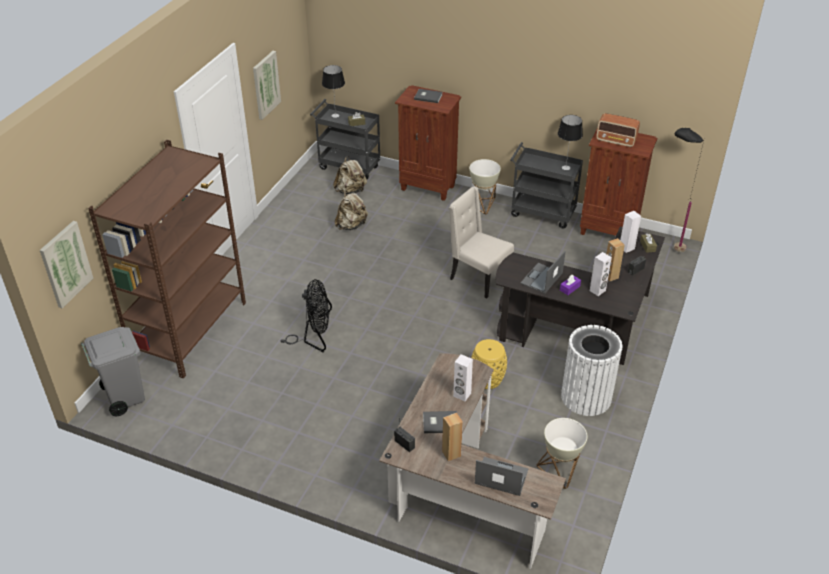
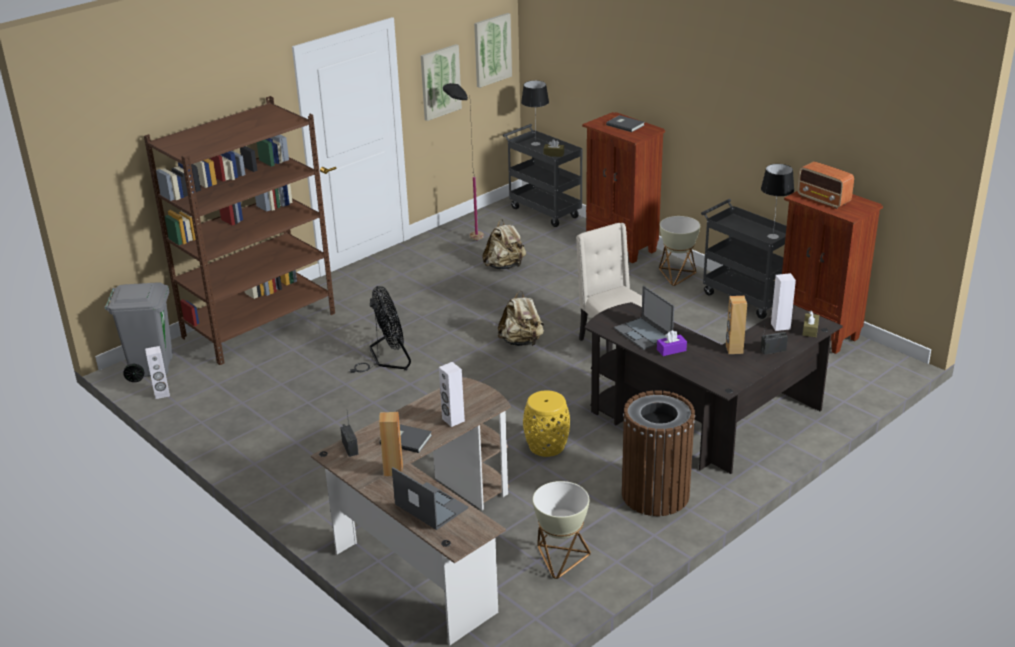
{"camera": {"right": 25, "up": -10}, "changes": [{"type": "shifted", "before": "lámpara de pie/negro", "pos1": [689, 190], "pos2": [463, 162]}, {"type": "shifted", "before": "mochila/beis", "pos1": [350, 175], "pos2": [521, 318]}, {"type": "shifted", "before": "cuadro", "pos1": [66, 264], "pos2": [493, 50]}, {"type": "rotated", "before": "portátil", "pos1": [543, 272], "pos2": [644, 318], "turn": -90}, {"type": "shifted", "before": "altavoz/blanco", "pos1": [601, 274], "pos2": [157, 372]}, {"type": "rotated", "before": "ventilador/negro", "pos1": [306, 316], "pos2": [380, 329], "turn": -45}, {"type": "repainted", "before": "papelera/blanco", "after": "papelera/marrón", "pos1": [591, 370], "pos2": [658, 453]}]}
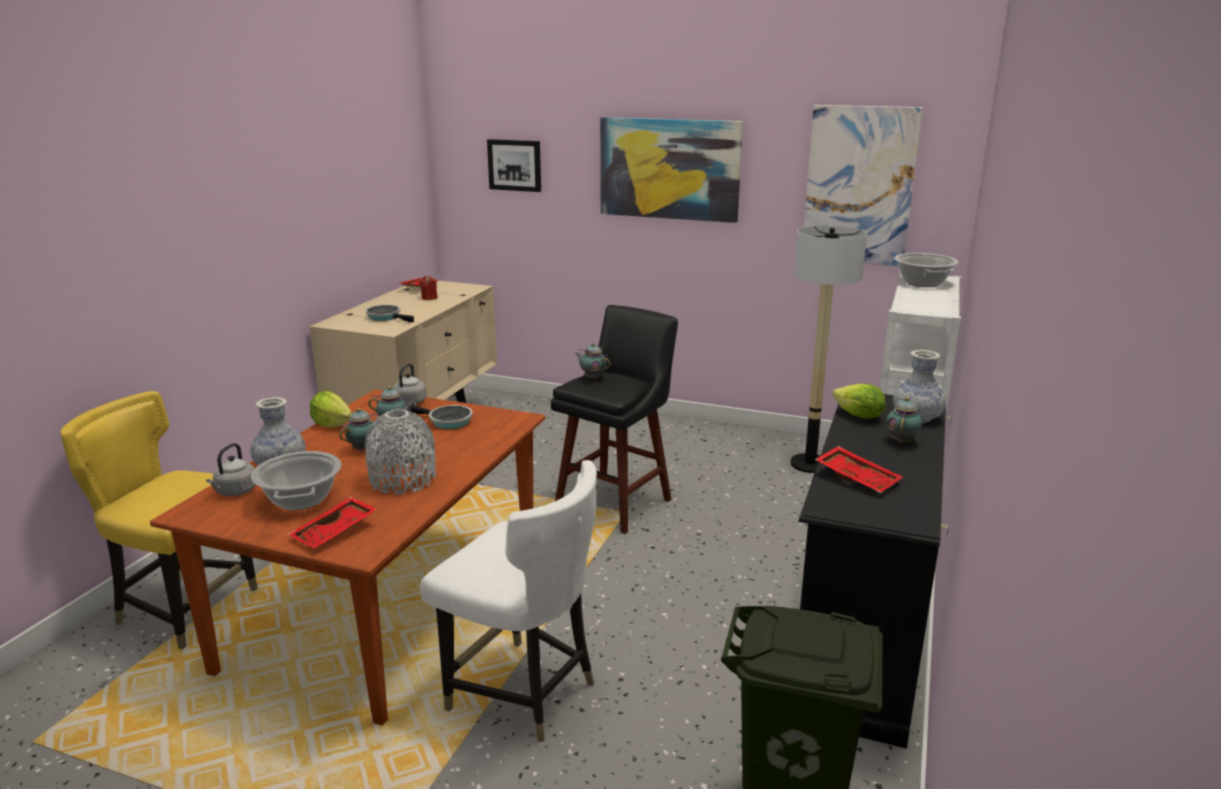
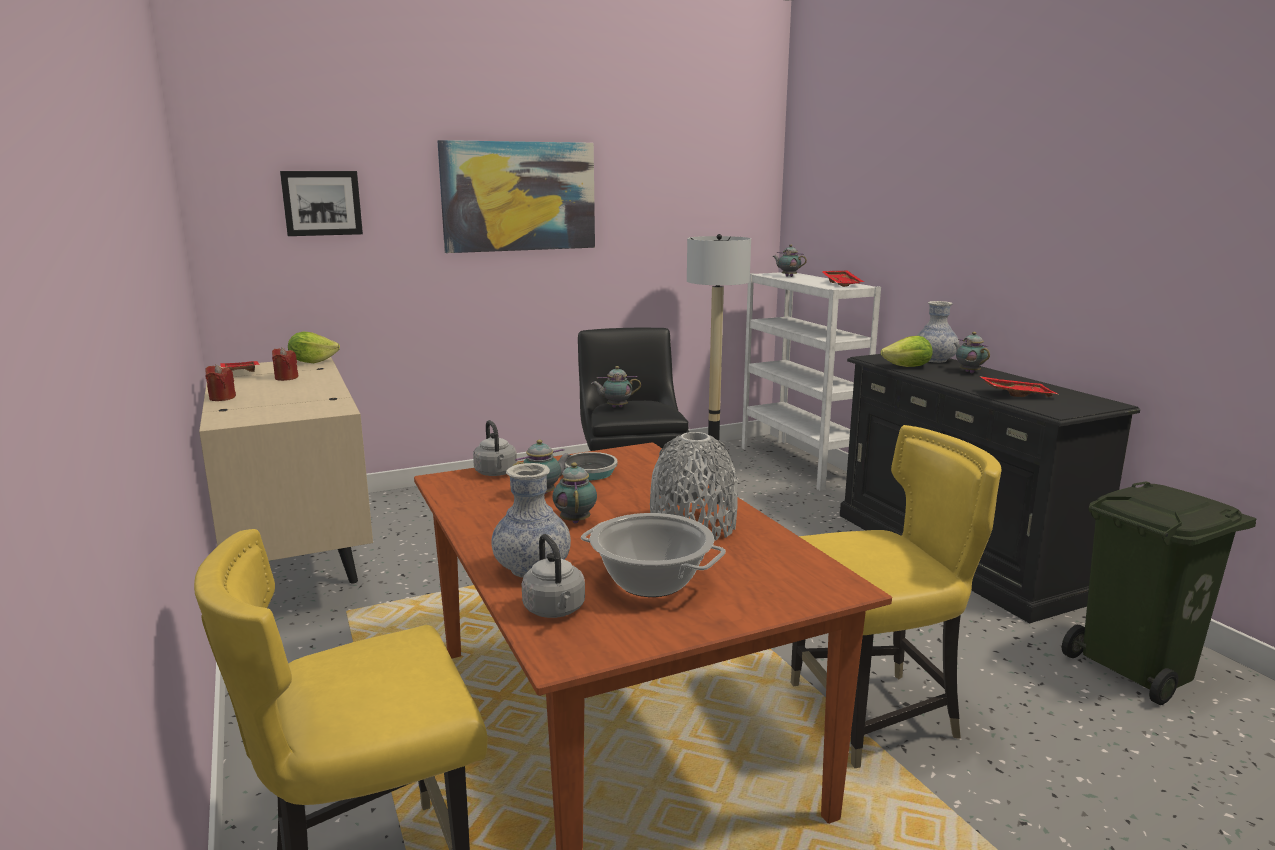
{"camera": {"right": -45, "up": -5}, "changes": [{"type": "gone", "before": "cuadro", "pos1": [863, 185]}, {"type": "swapped", "before": "olla", "after": "tetera", "pos1": [926, 270], "pos2": [789, 261]}, {"type": "gone", "before": "sartén", "pos1": [389, 313]}, {"type": "shifted", "before": "lechuga", "pos1": [330, 409], "pos2": [314, 347]}, {"type": "repainted", "before": "silla/blanco", "after": "silla/amarillo", "pos1": [508, 601], "pos2": [896, 596]}, {"type": "shifted", "before": "bandeja/rojo", "pos1": [332, 522], "pos2": [842, 278]}, {"type": "new", "after": "vela/rojo", "pos2": [220, 382]}]}
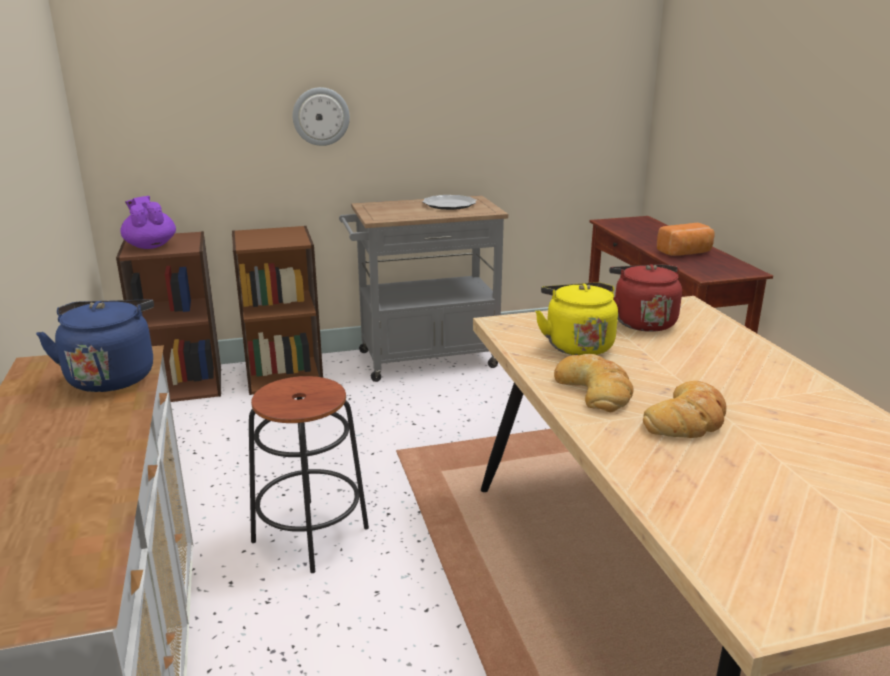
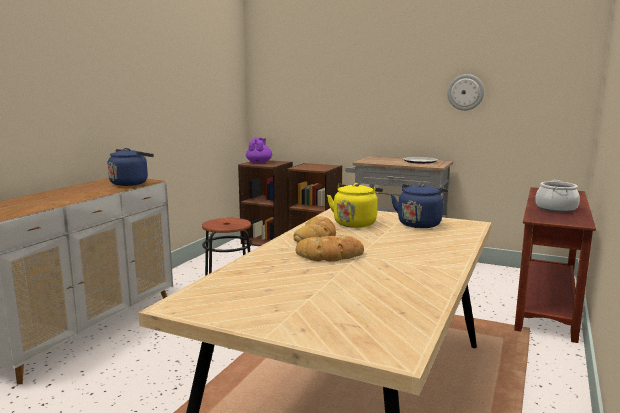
{"camera": {"right": 40, "up": -10}, "changes": [{"type": "shifted", "before": "reloj de pared", "pos1": [321, 116], "pos2": [465, 92]}, {"type": "swapped", "before": "pan", "after": "olla", "pos1": [686, 239], "pos2": [557, 196]}, {"type": "repainted", "before": "hervidor/rojo", "after": "hervidor/azul", "pos1": [645, 298], "pos2": [419, 205]}]}
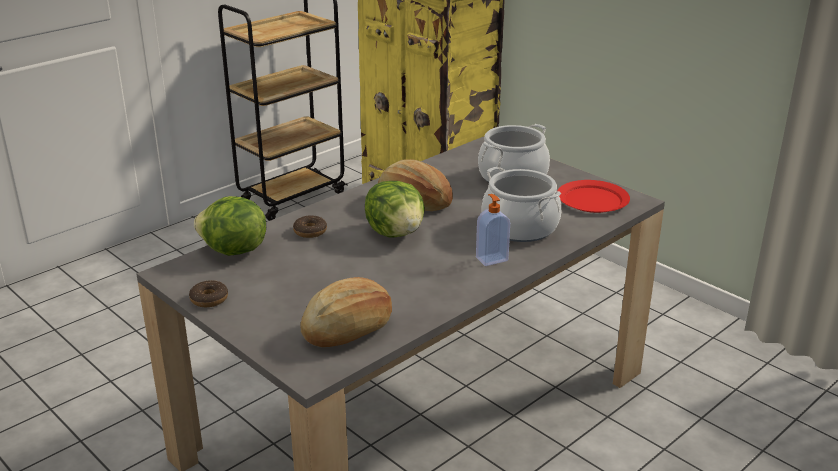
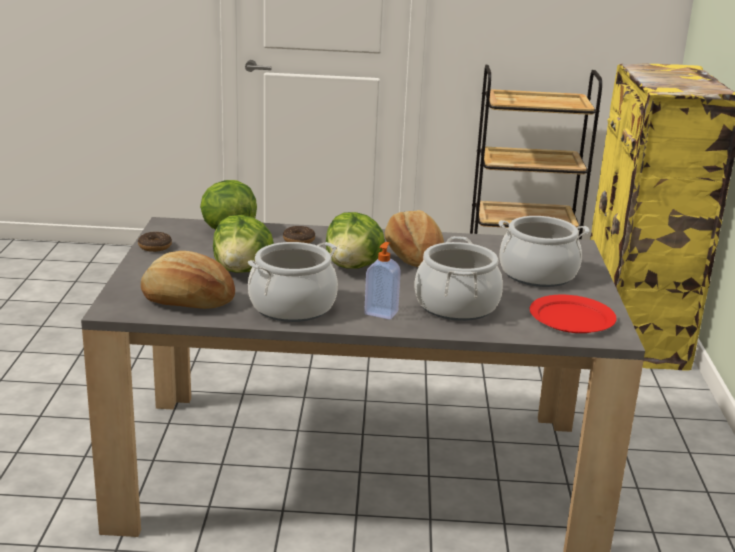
{"camera": {"right": 45, "up": -5}, "changes": [{"type": "new", "after": "lechuga", "pos2": [243, 244]}, {"type": "new", "after": "olla", "pos2": [293, 282]}]}
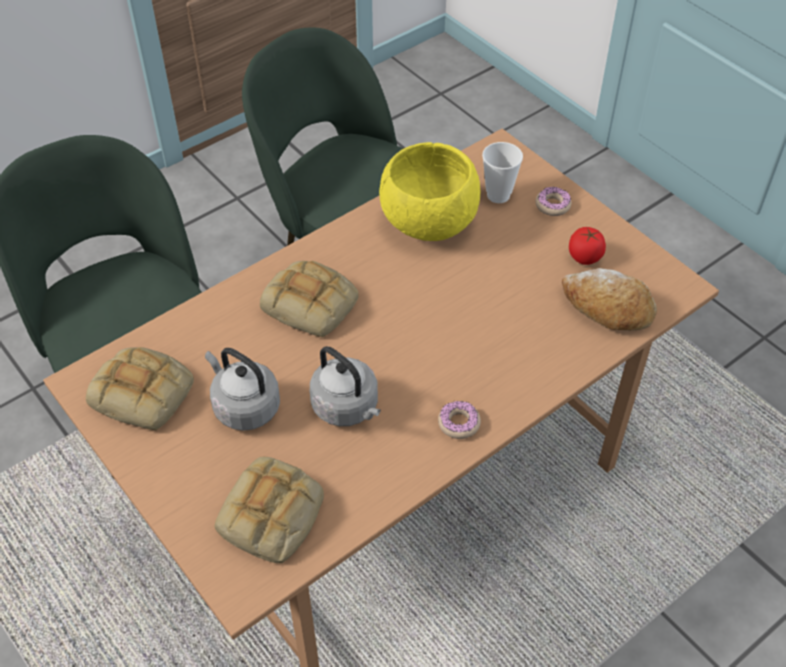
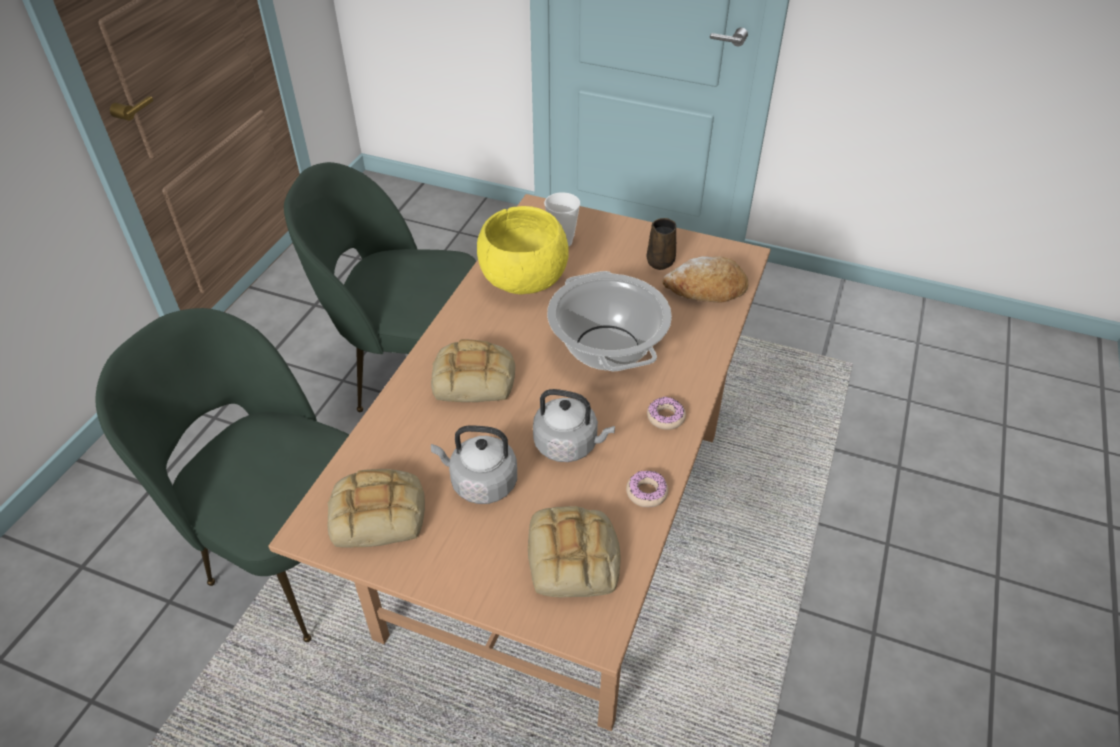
{"camera": {"right": -30, "up": -5}, "changes": [{"type": "shifted", "before": "rosquilla", "pos1": [553, 201], "pos2": [647, 488]}, {"type": "swapped", "before": "tomate", "after": "taza grande/marrón", "pos1": [587, 246], "pos2": [661, 244]}, {"type": "new", "after": "olla", "pos2": [609, 321]}]}
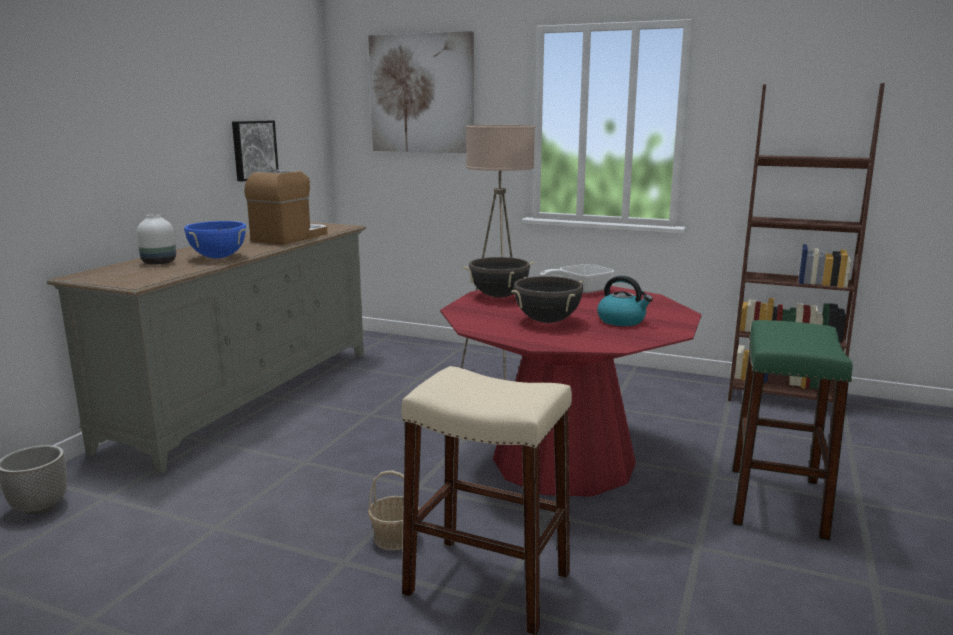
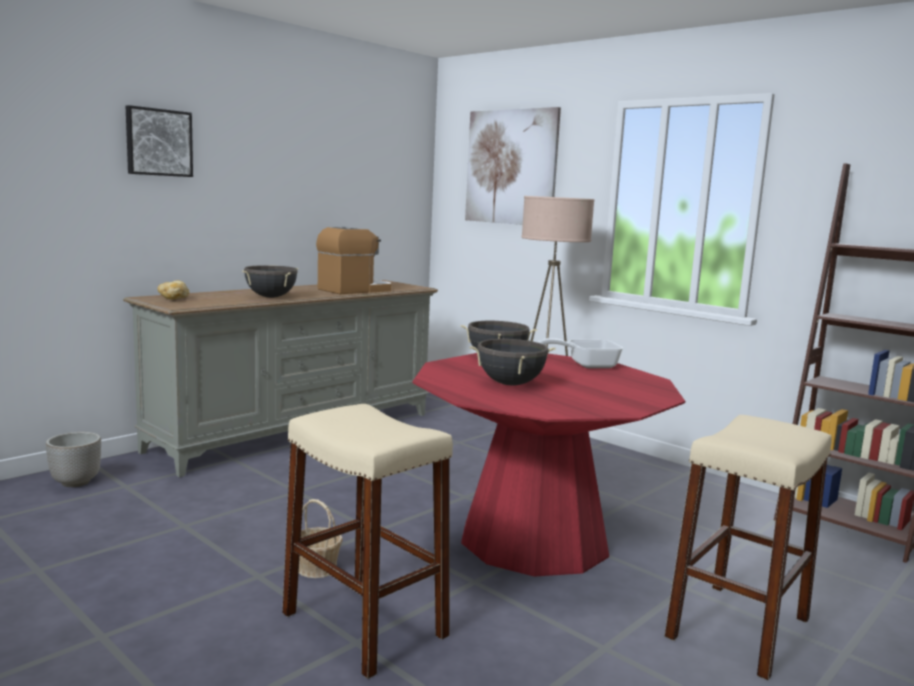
{"camera": {"right": 20, "up": -5}, "changes": [{"type": "shifted", "before": "cuadro", "pos1": [255, 151], "pos2": [159, 141]}, {"type": "gone", "before": "florero/blanco", "pos1": [156, 239]}, {"type": "repainted", "before": "olla/azul", "after": "olla/negro", "pos1": [215, 239], "pos2": [270, 281]}, {"type": "gone", "before": "hervidor", "pos1": [625, 301]}, {"type": "repainted", "before": "taburete/verde", "after": "taburete/beis", "pos1": [792, 430], "pos2": [748, 547]}, {"type": "new", "after": "pan", "pos2": [173, 290]}]}
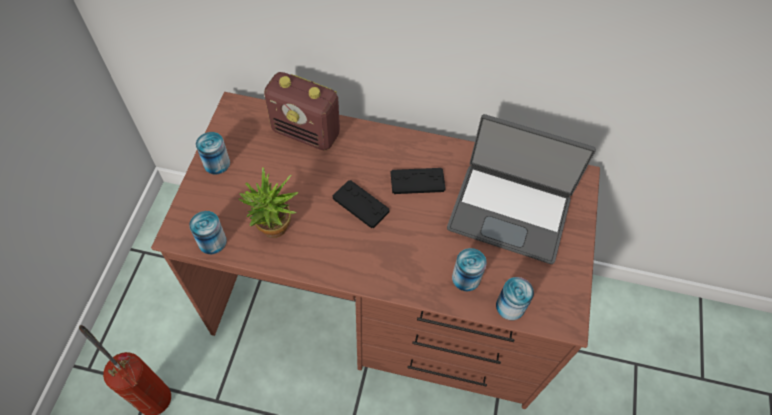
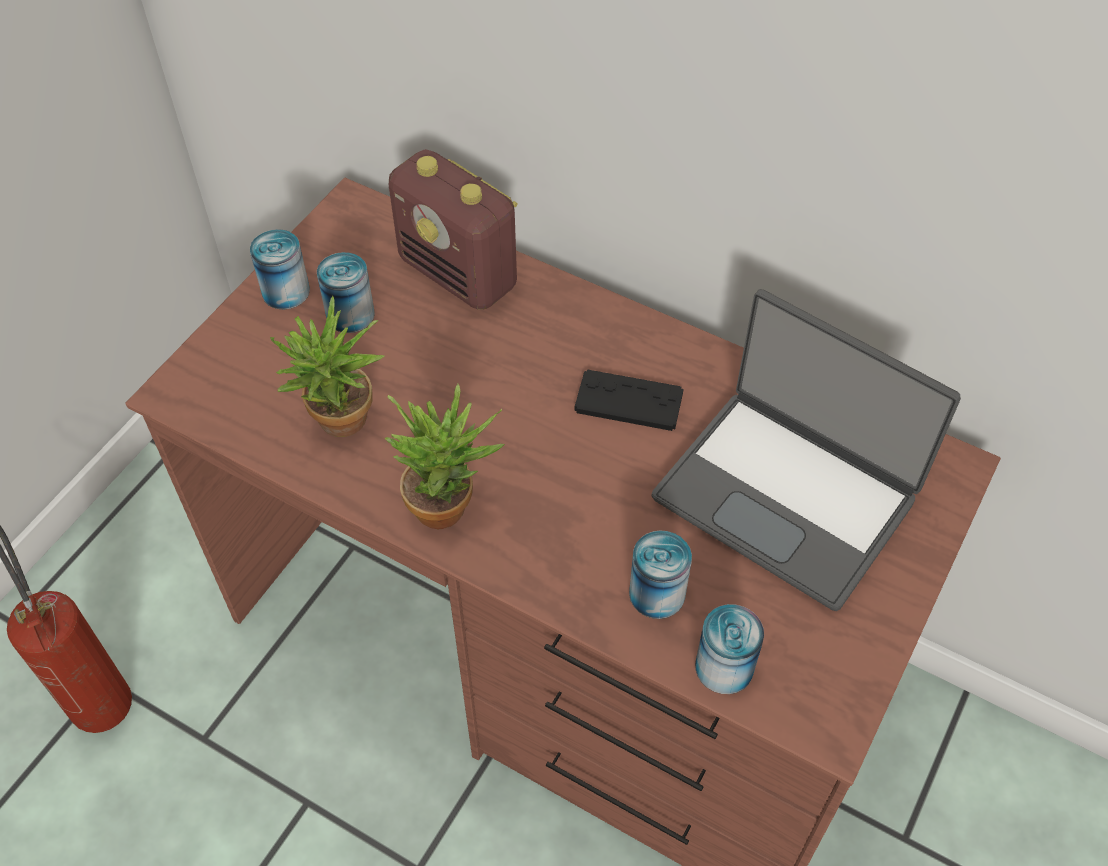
{"camera": {"right": 20, "up": -5}, "changes": [{"type": "gone", "before": "mando de consola/negro", "pos1": [361, 204]}, {"type": "shifted", "before": "lata", "pos1": [208, 232], "pos2": [346, 292]}, {"type": "new", "after": "planta en maceta", "pos2": [445, 456]}]}
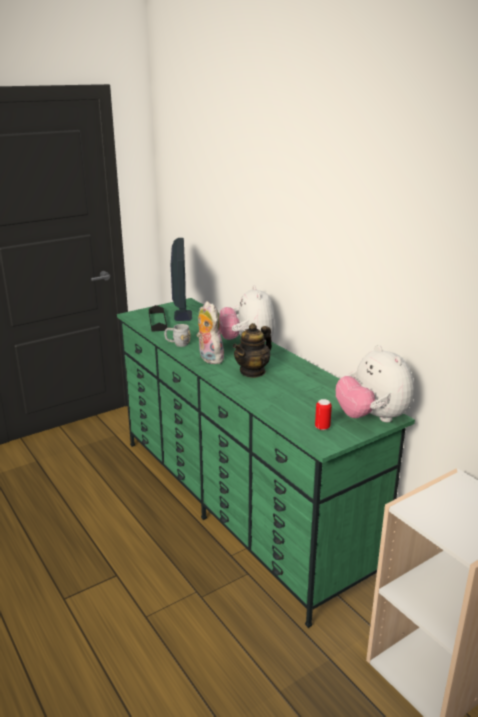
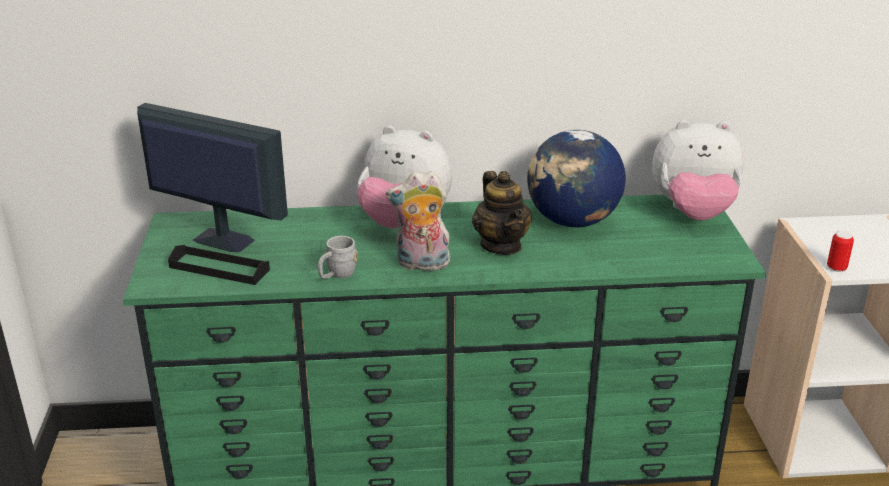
{"camera": {"right": -60, "up": 5}, "changes": [{"type": "shifted", "before": "lata", "pos1": [323, 414], "pos2": [840, 251]}, {"type": "new", "after": "globo terráqueo", "pos2": [576, 179]}]}
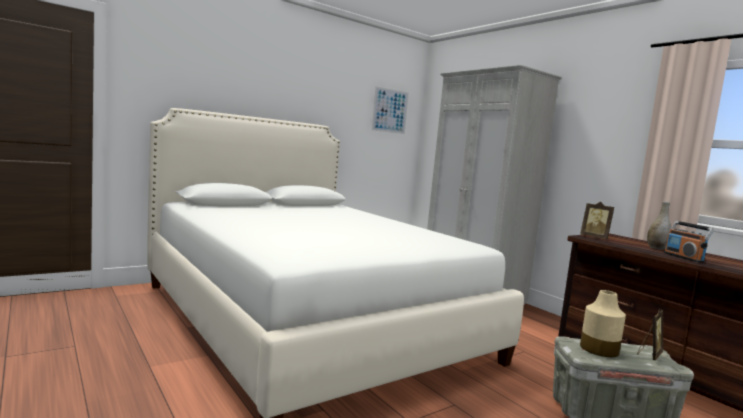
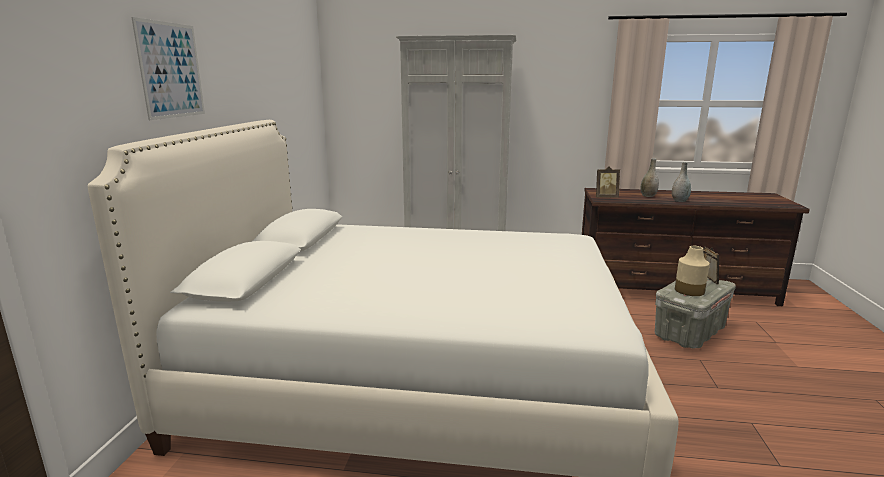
{"camera": {"right": -45, "up": 10}, "changes": [{"type": "shifted", "before": "cuadro", "pos1": [390, 110], "pos2": [168, 68]}, {"type": "swapped", "before": "radio", "after": "florero/gris", "pos1": [689, 242], "pos2": [681, 182]}]}
